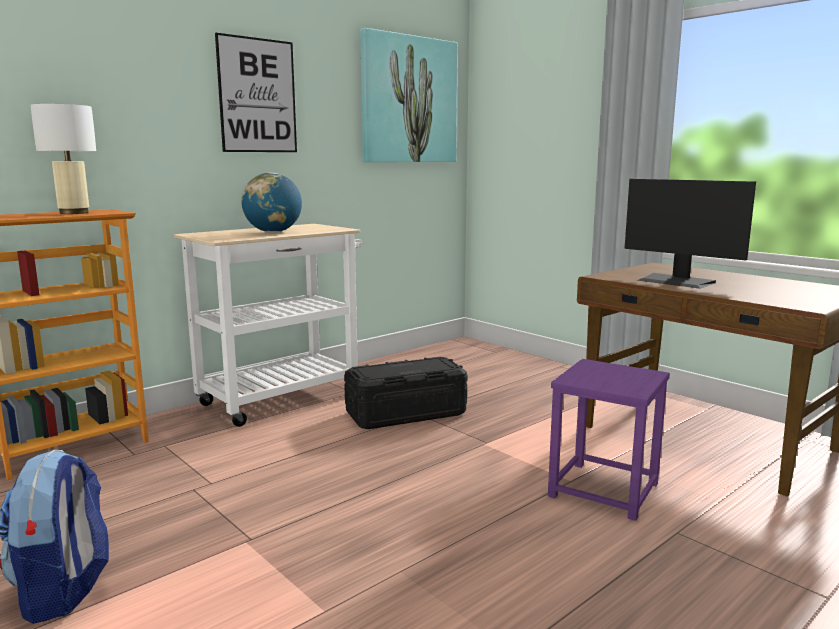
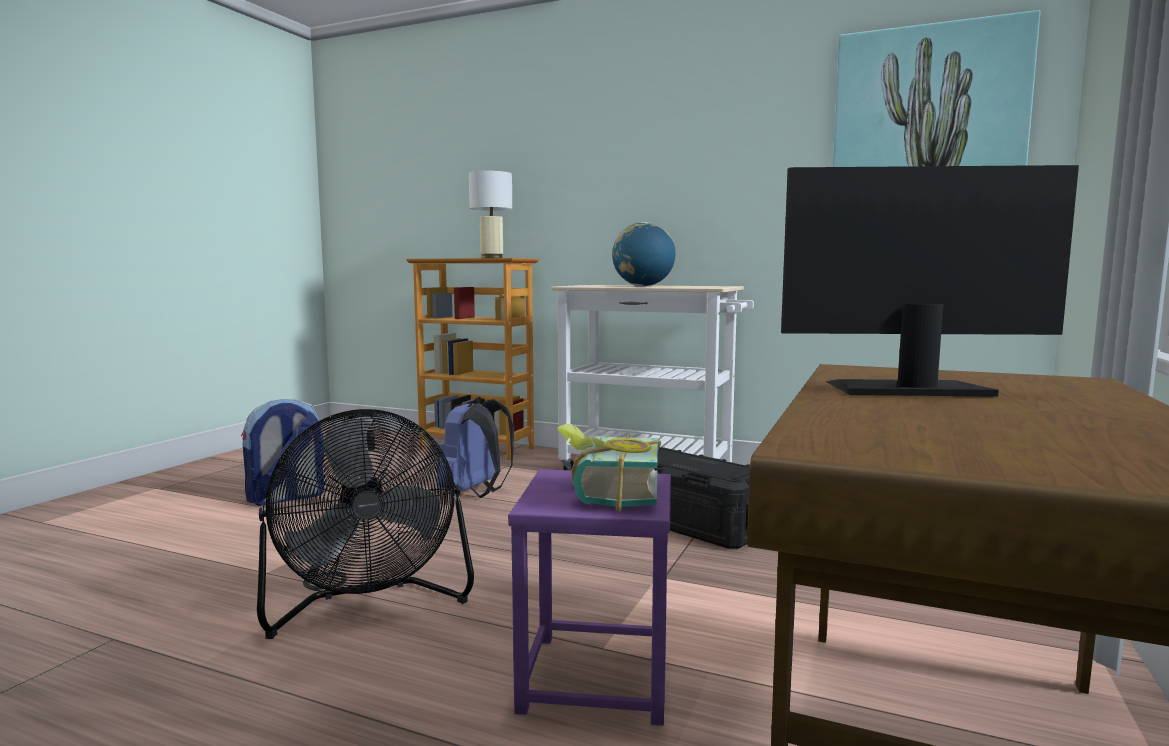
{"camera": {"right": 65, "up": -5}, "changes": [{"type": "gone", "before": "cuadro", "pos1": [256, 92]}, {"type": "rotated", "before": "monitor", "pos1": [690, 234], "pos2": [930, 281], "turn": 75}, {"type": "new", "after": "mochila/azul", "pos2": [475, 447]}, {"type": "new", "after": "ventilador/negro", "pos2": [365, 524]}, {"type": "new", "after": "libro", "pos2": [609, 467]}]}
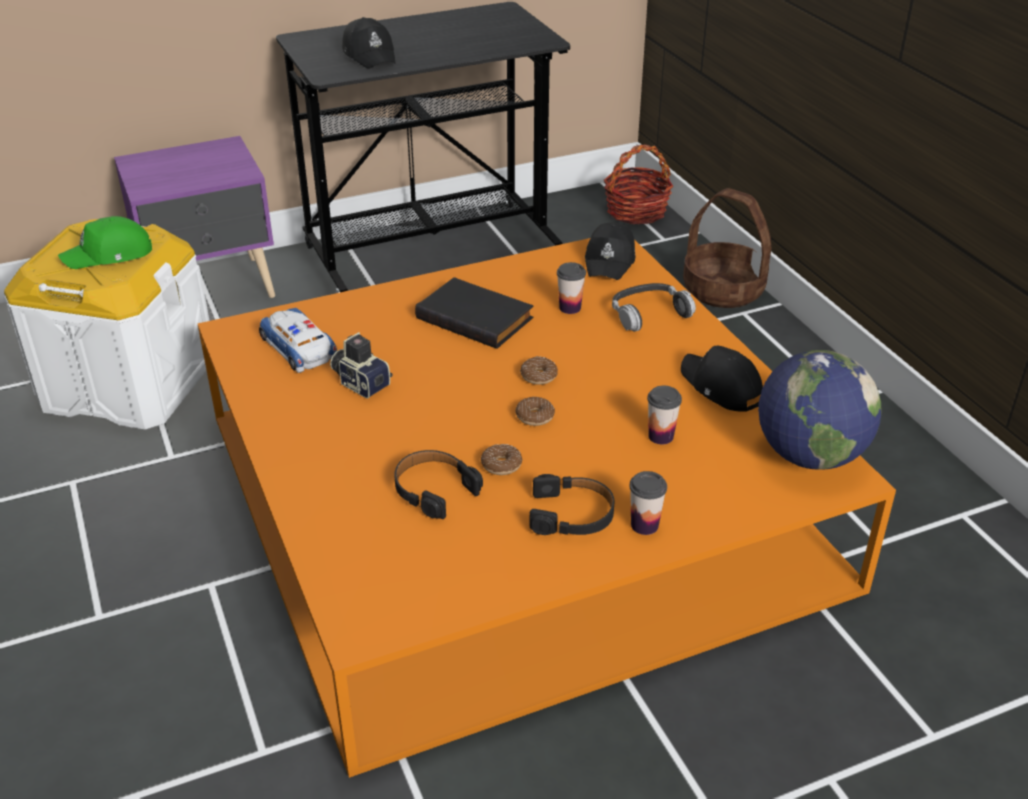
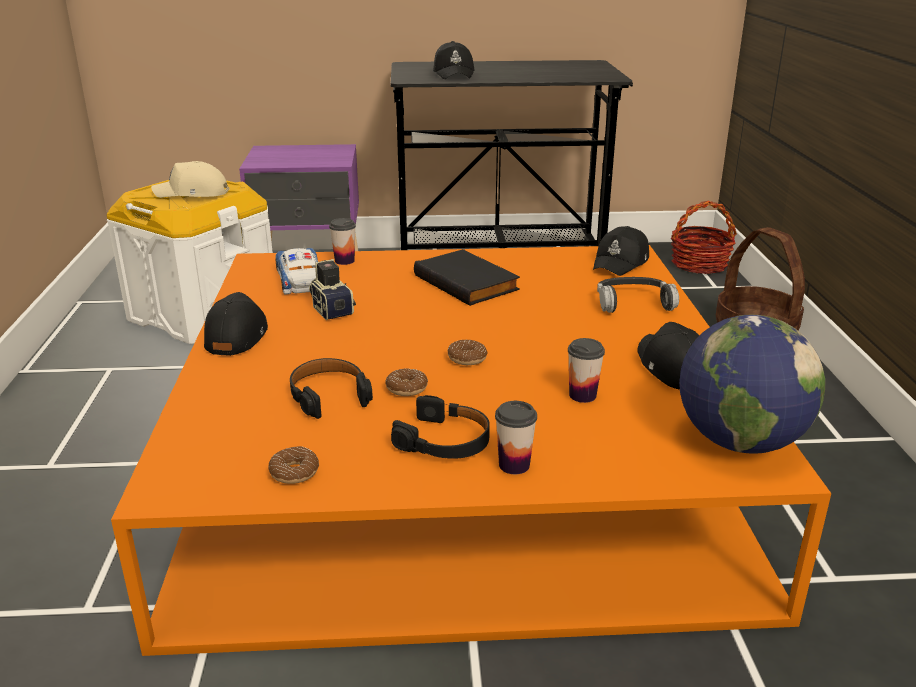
{"camera": {"right": 20, "up": -10}, "changes": [{"type": "repainted", "before": "gorra/verde", "after": "gorra/beis", "pos1": [105, 242], "pos2": [190, 179]}, {"type": "shifted", "before": "taza", "pos1": [571, 288], "pos2": [342, 241]}, {"type": "shifted", "before": "rosquilla", "pos1": [539, 370], "pos2": [293, 465]}, {"type": "new", "after": "gorra/negro", "pos2": [236, 324]}]}
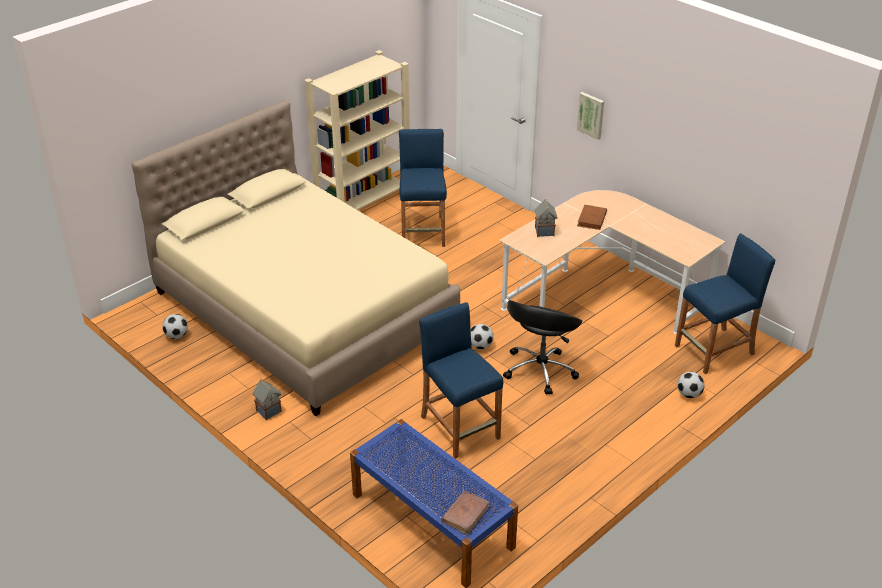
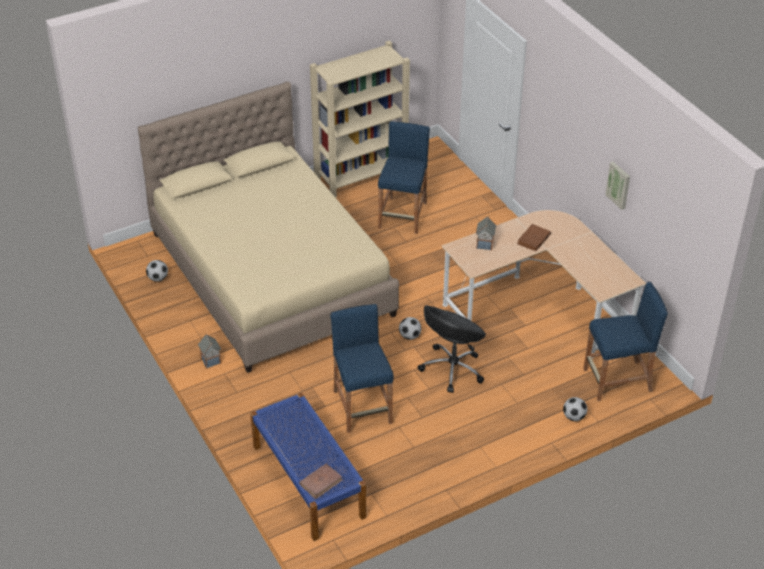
{"camera": {"right": 15, "up": 5}, "changes": [{"type": "shifted", "before": "cuadro", "pos1": [590, 116], "pos2": [617, 186]}]}
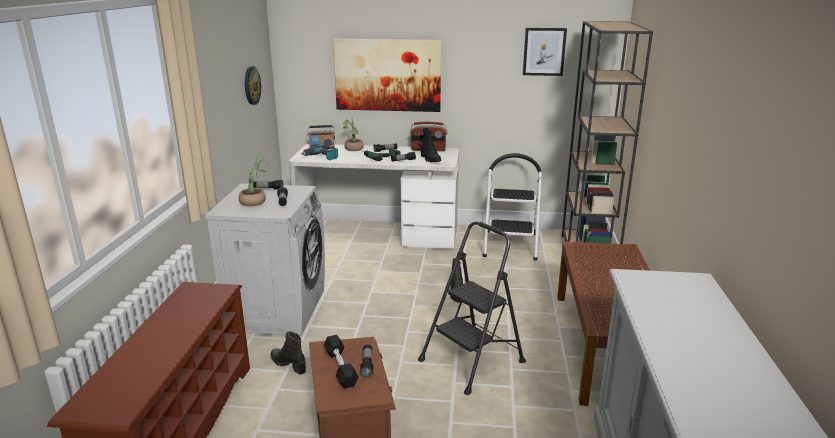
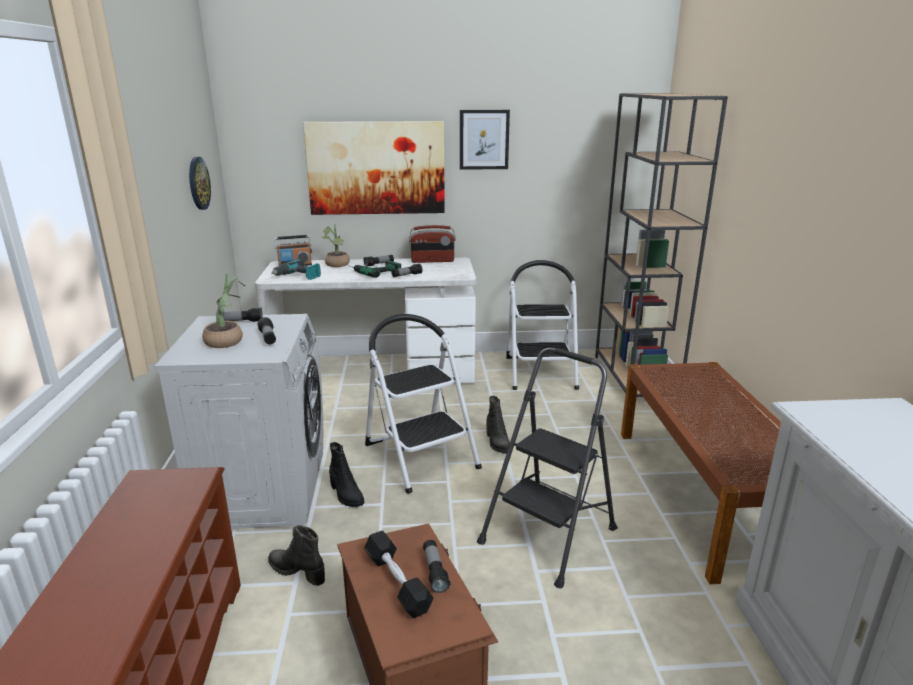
{"camera": {"right": -10, "up": 0}, "changes": [{"type": "shifted", "before": "cuadro", "pos1": [545, 52], "pos2": [485, 140]}, {"type": "shifted", "before": "bota/negro", "pos1": [431, 145], "pos2": [346, 474]}, {"type": "new", "after": "escalera de tijera", "pos2": [423, 403]}]}
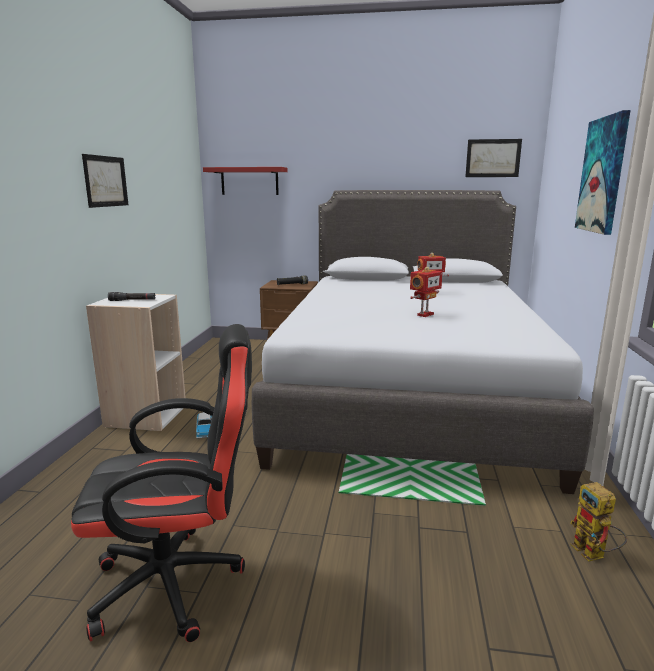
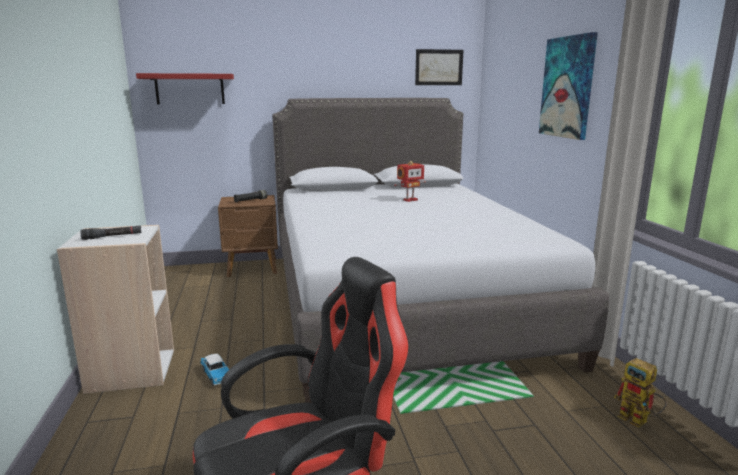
{"camera": {"right": -20, "up": 0}, "changes": [{"type": "gone", "before": "cuadro", "pos1": [105, 181]}, {"type": "gone", "before": "robot de juguete", "pos1": [426, 292]}]}
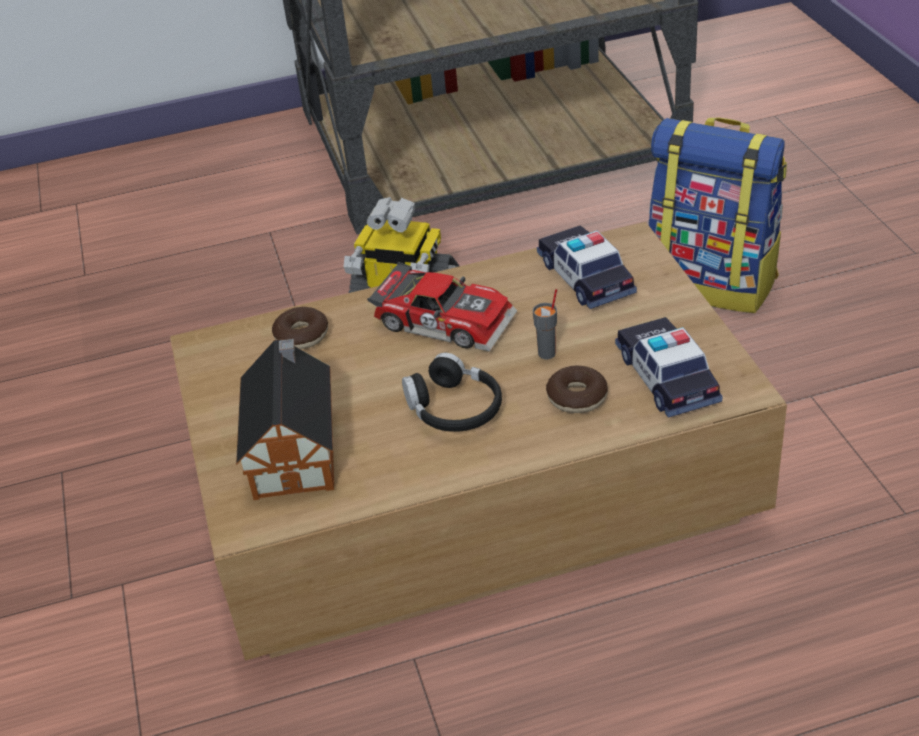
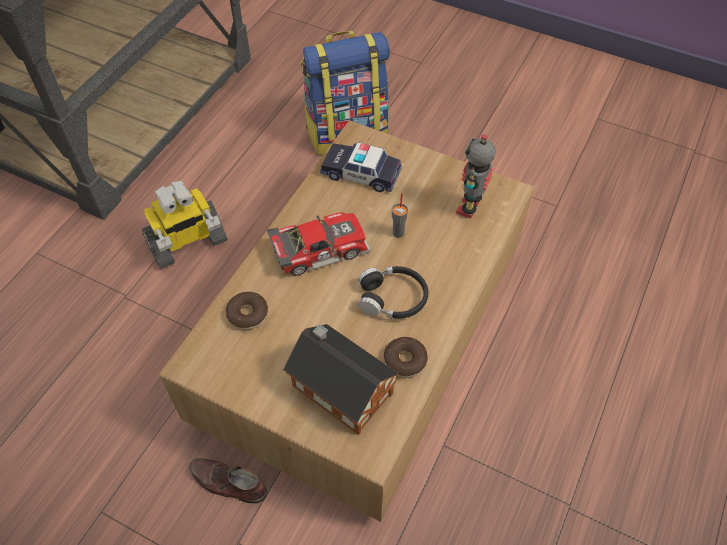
{"camera": {"right": -50, "up": 15}, "changes": [{"type": "swapped", "before": "coche de juguete", "after": "robot de juguete", "pos1": [669, 367], "pos2": [476, 176]}, {"type": "shifted", "before": "rosquilla", "pos1": [577, 389], "pos2": [406, 357]}, {"type": "new", "after": "zapato/marrón", "pos2": [228, 481]}]}
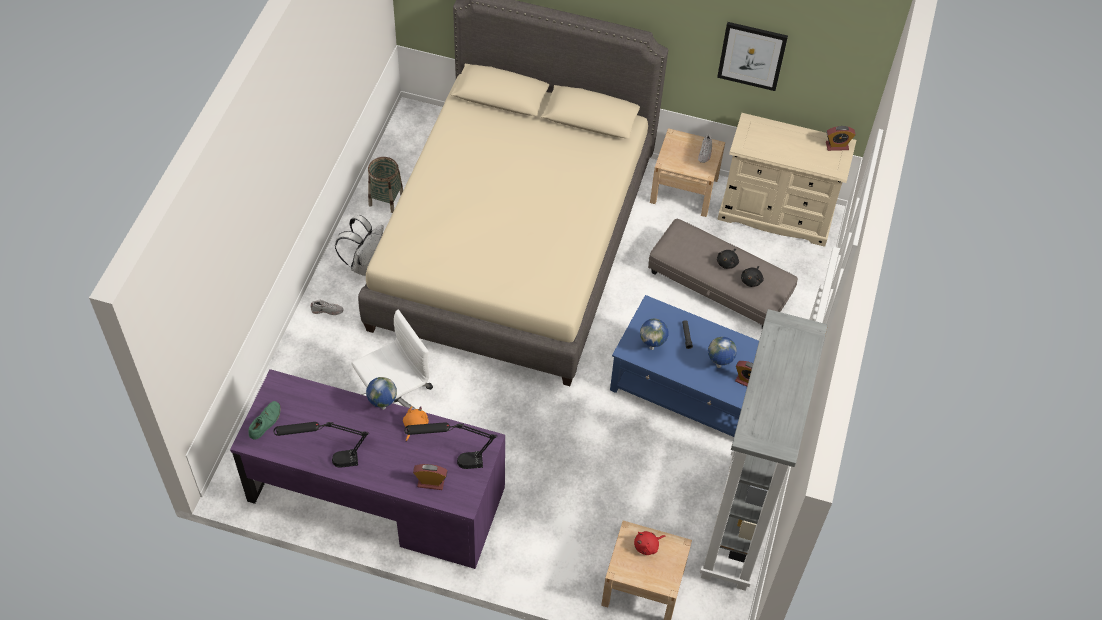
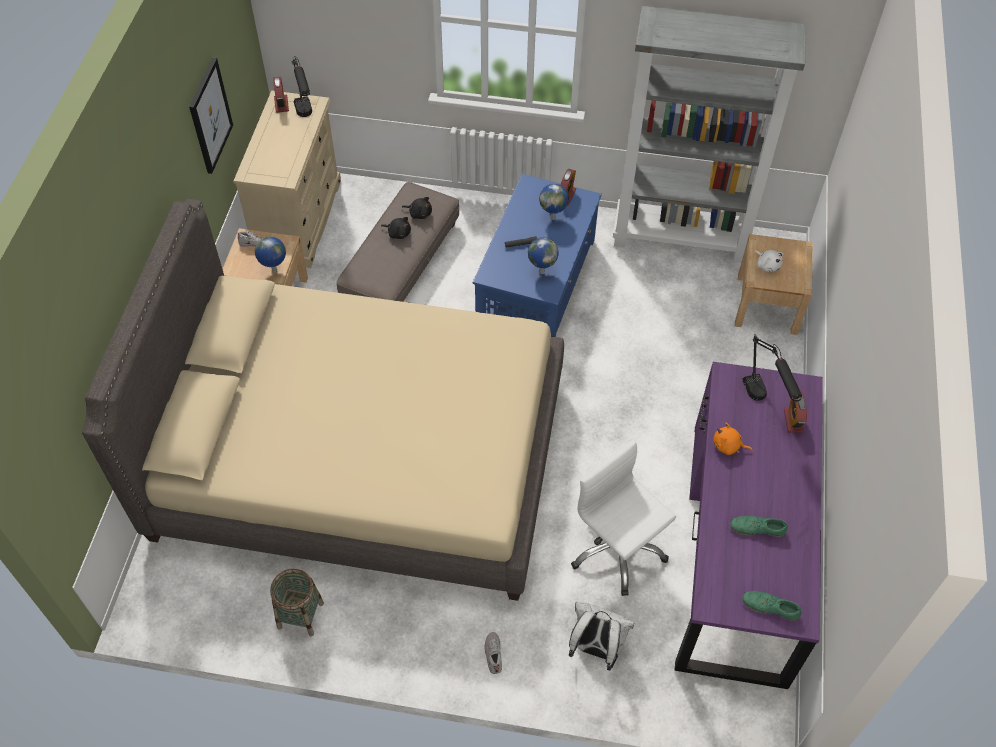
{"camera": {"right": -95, "up": 0}, "changes": [{"type": "shifted", "before": "mochila/blanco", "pos1": [359, 245], "pos2": [601, 636]}, {"type": "shifted", "before": "globo terráqueo", "pos1": [381, 393], "pos2": [270, 254]}, {"type": "shifted", "before": "lámpara de mesa/negro", "pos1": [321, 445], "pos2": [301, 86]}, {"type": "repainted", "before": "peluche/rojo", "after": "peluche/blanco", "pos1": [650, 543], "pos2": [768, 261]}, {"type": "new", "after": "zapato/verde", "pos2": [759, 526]}]}
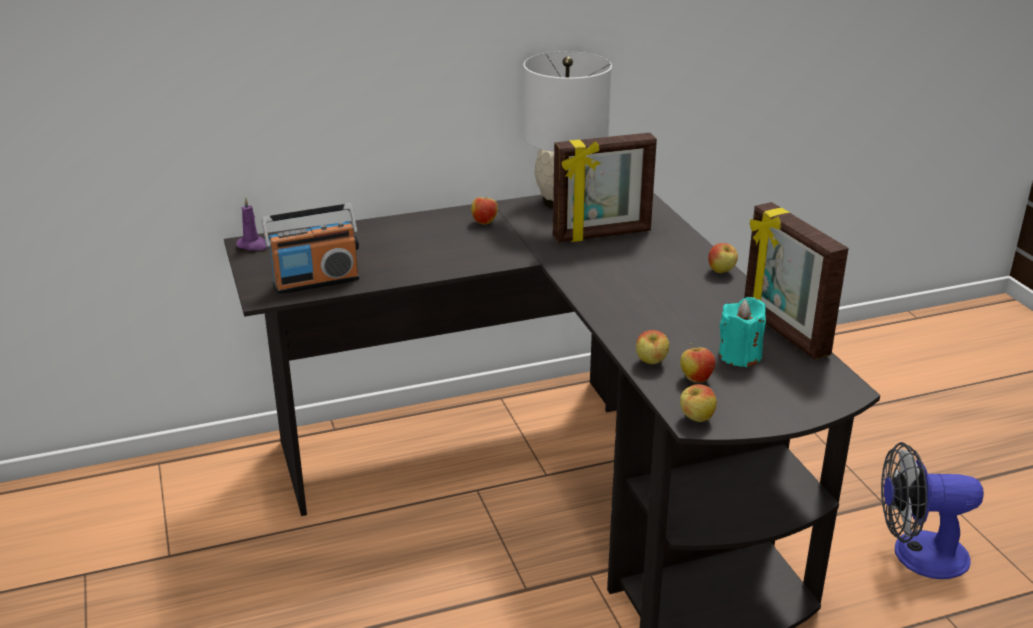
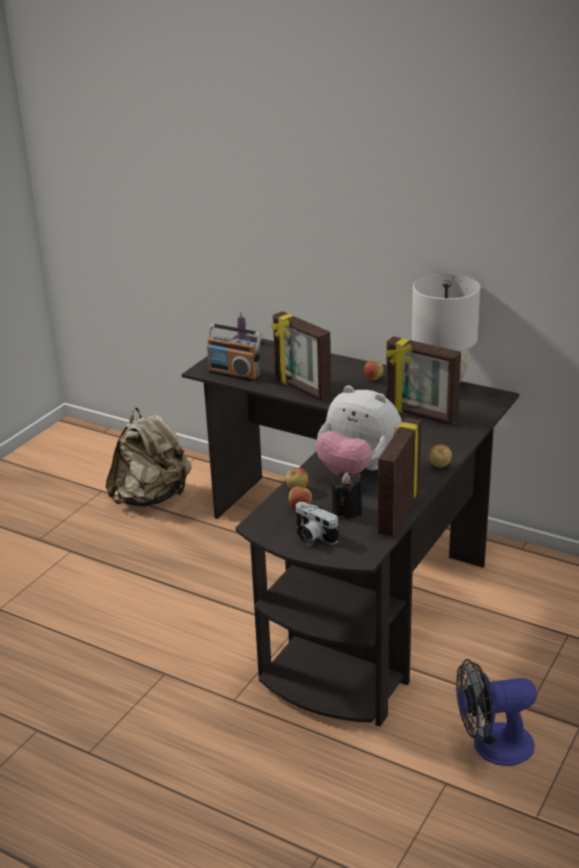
{"camera": {"right": 50, "up": 0}, "changes": [{"type": "repainted", "before": "vela/turquesa", "after": "vela/negro", "pos1": [742, 332], "pos2": [347, 495]}, {"type": "gone", "before": "manzana", "pos1": [698, 403]}, {"type": "rotated", "before": "ventilador", "pos1": [932, 510], "pos2": [496, 712], "turn": -60}, {"type": "new", "after": "portarretratos", "pos2": [301, 356]}, {"type": "new", "after": "peluche", "pos2": [359, 430]}, {"type": "new", "after": "mochila/beis", "pos2": [149, 457]}, {"type": "new", "after": "cámara", "pos2": [317, 524]}]}
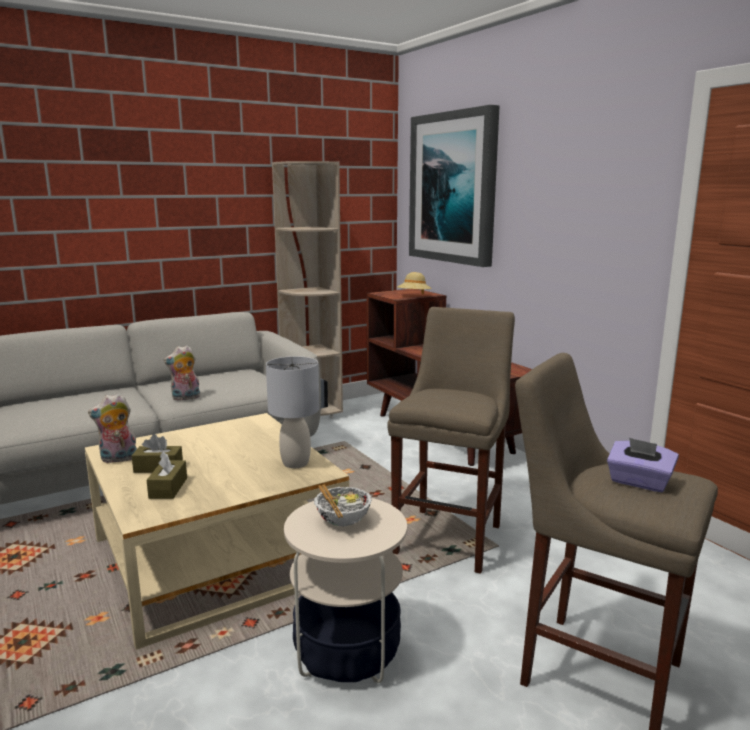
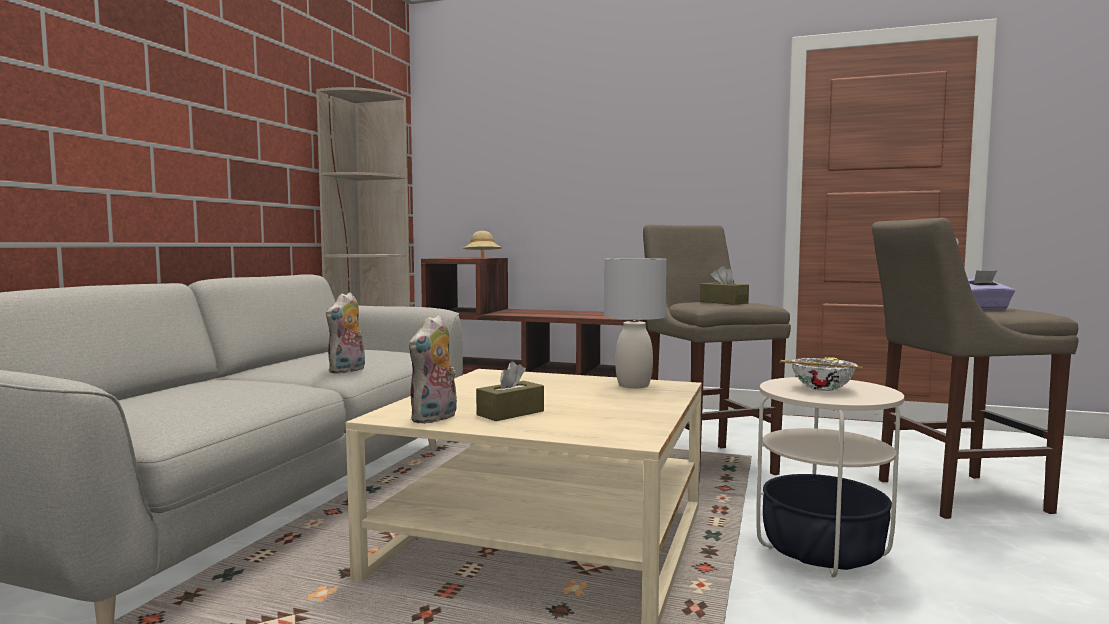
{"camera": {"right": -40, "up": -10}, "changes": [{"type": "gone", "before": "cuadro", "pos1": [454, 186]}, {"type": "shifted", "before": "caja de pañuelos/marrón", "pos1": [167, 475], "pos2": [724, 285]}]}
